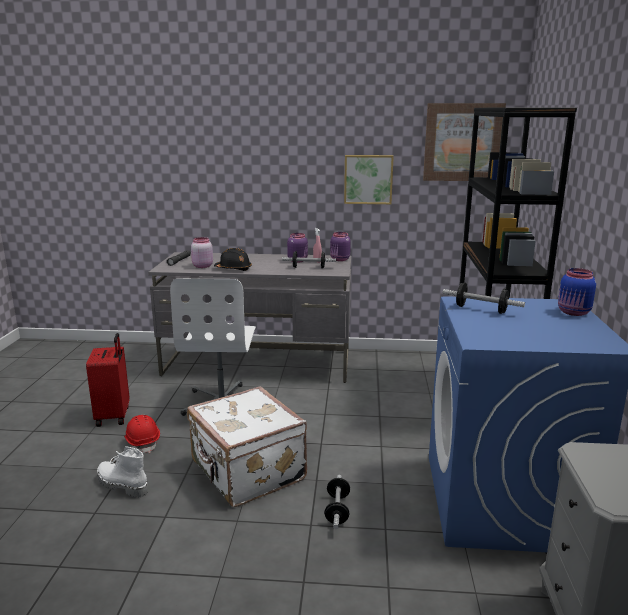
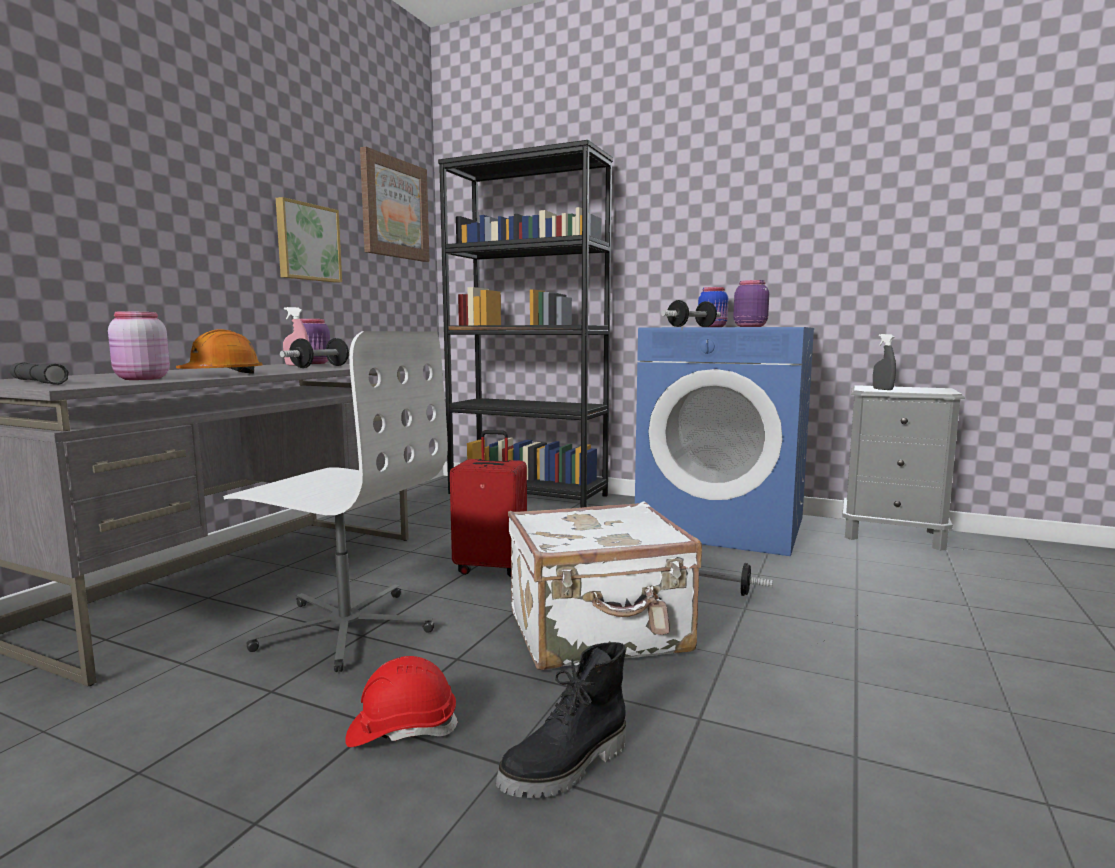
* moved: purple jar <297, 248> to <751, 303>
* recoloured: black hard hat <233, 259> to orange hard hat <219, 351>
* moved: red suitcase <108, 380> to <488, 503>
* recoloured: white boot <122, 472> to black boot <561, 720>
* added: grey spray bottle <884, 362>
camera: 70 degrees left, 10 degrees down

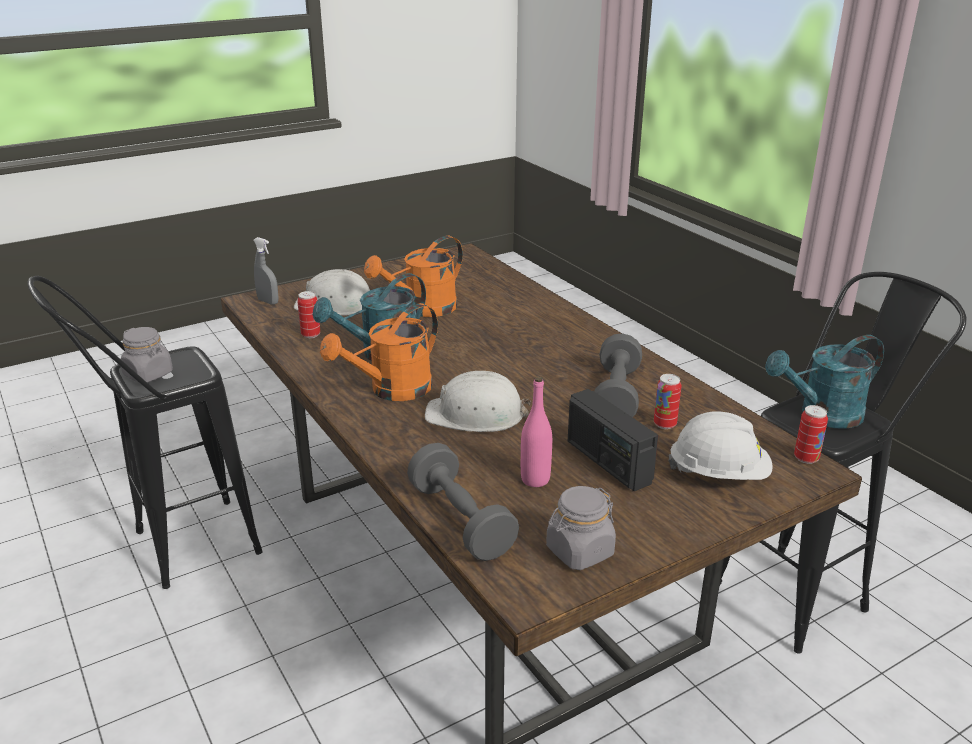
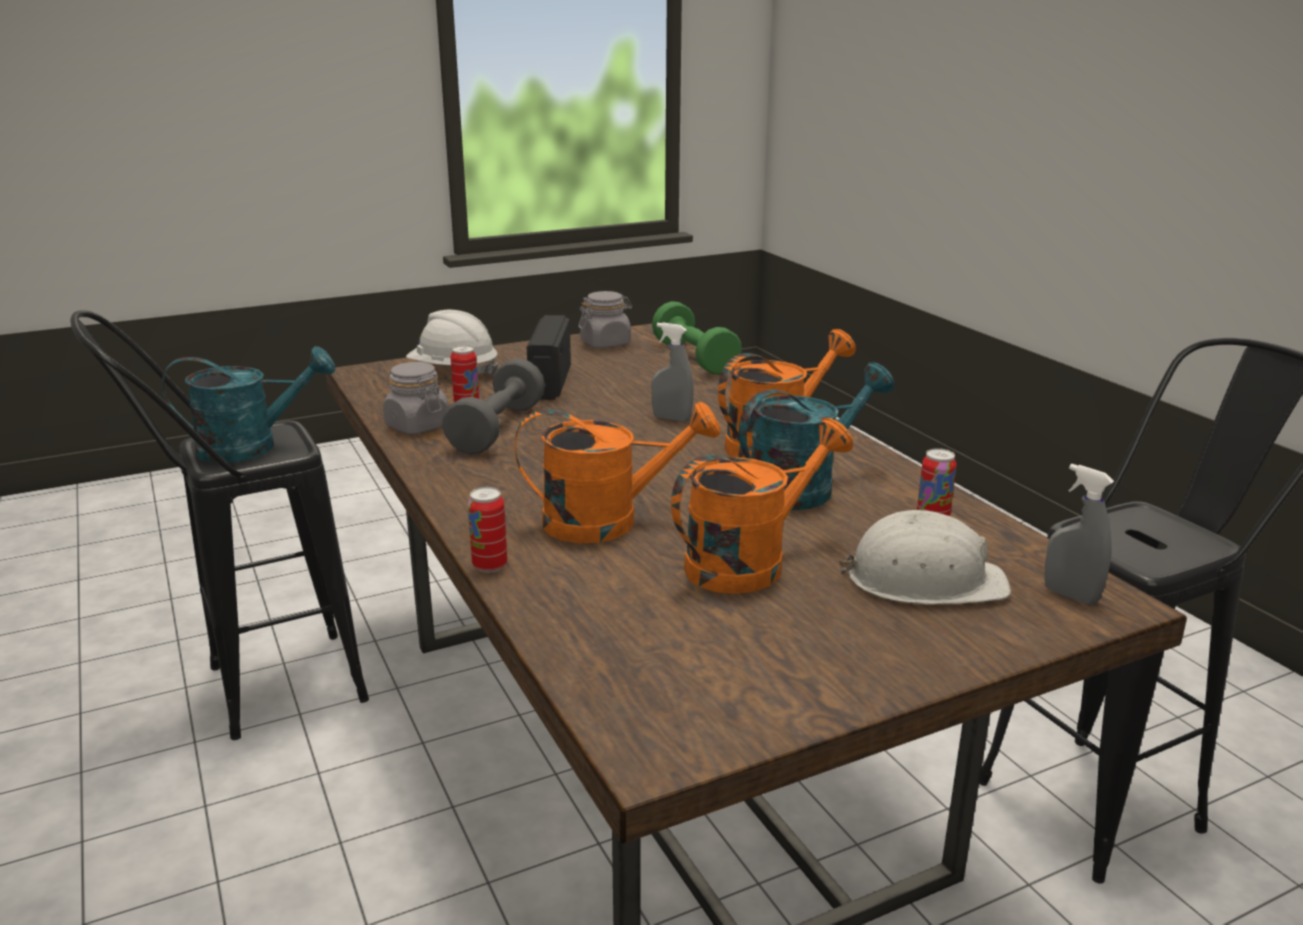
* moved: grey jar <147, 355> to <416, 398>
* replaced: white hard hat <478, 401> to grey spray bottle <672, 372>
* removed: pink bottle <536, 431>
* turned: radio <613, 440> = <549, 357> 150 degrees counterclockwise
* moved: can <811, 434> to <488, 530>
* recoloured: grey dumbbell <463, 502> to green dumbbell <697, 338>
* added: orange watering can <617, 472>
camera: 175 degrees left, 5 degrees down

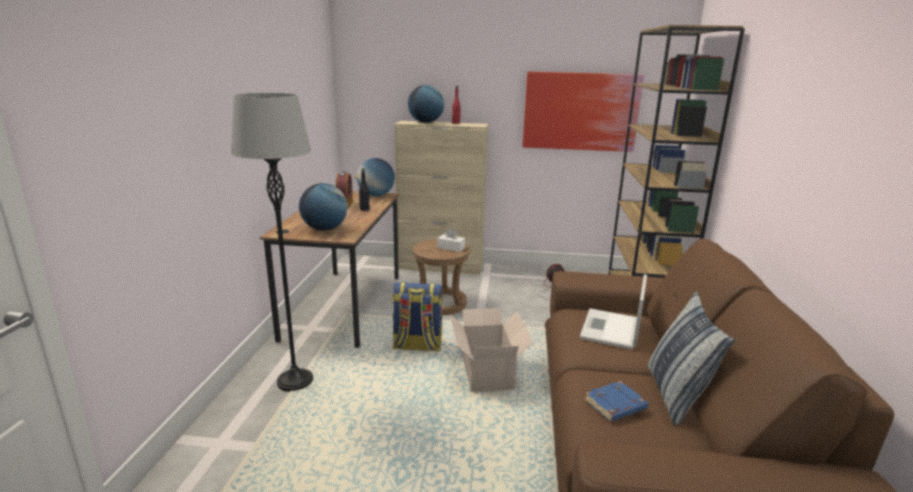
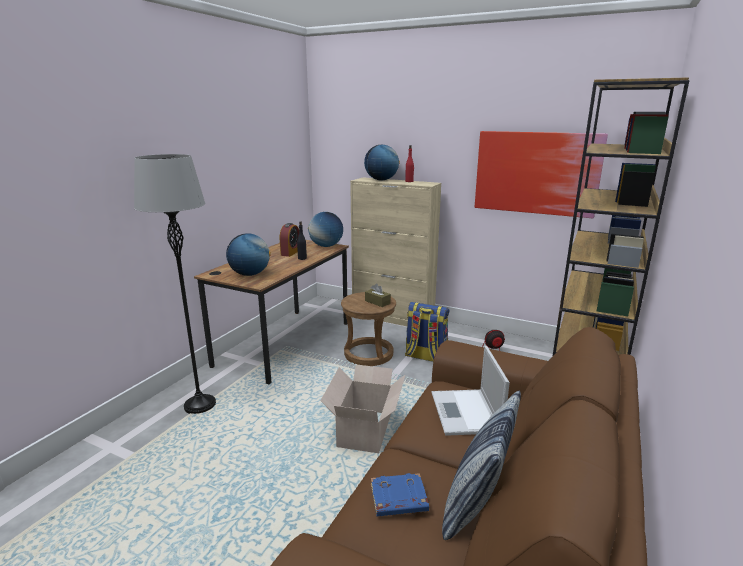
* recoloured: white tissue box <451, 240> to brown tissue box <378, 295>
* turned: laptop <613, 312> = <470, 391> 45 degrees counterclockwise
* moved: backpack <417, 317> to <427, 332>
camera: 20 degrees right, 0 degrees up

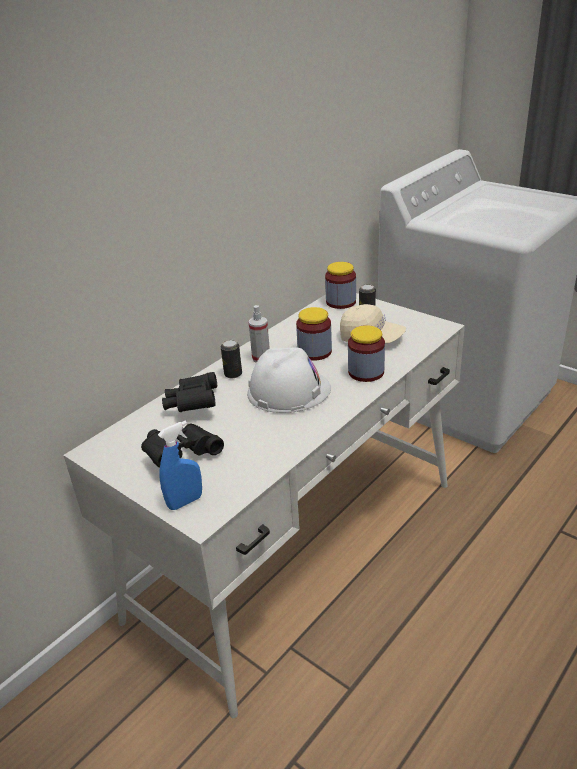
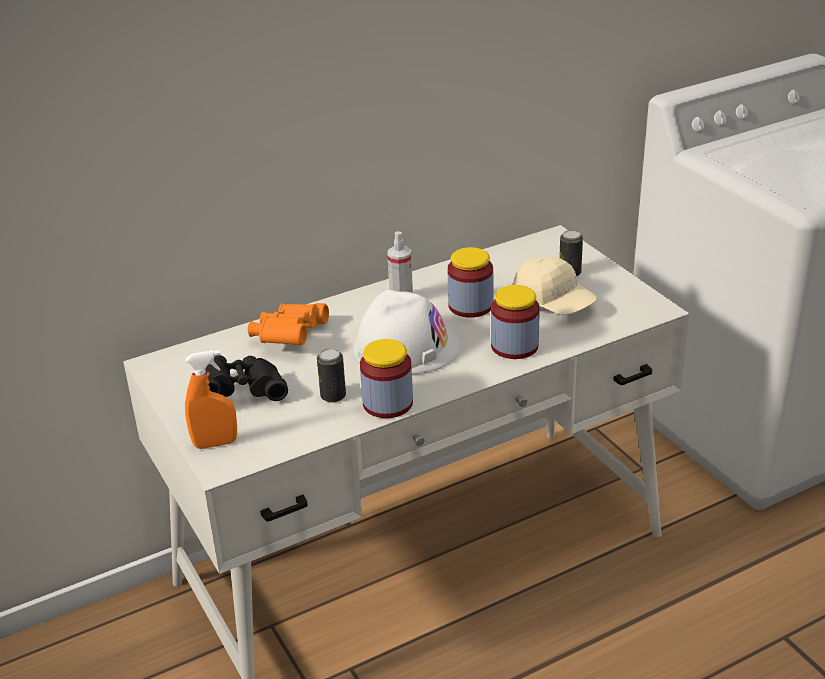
* moved: jar <340, 285> to <386, 378>
* moved: can <231, 359> to <331, 375>
* recoloured: black binoculars <189, 392> to orange binoculars <288, 324>
* recoloured: blue spray bottle <180, 465> to orange spray bottle <211, 399>
camera: 20 degrees right, 0 degrees up

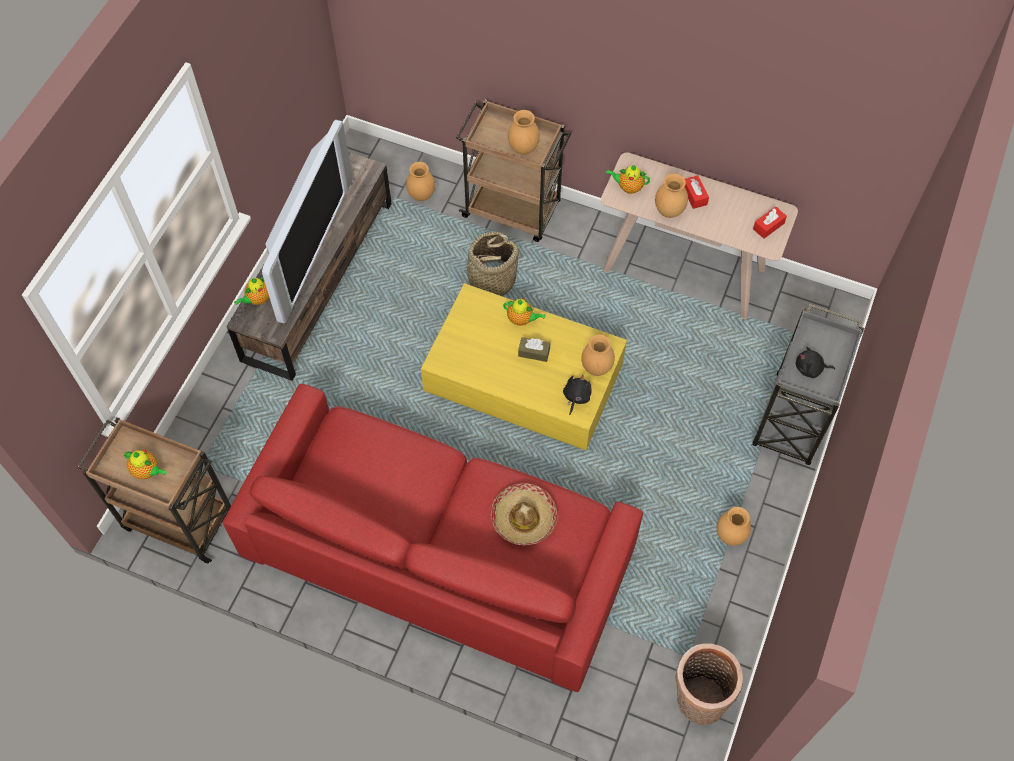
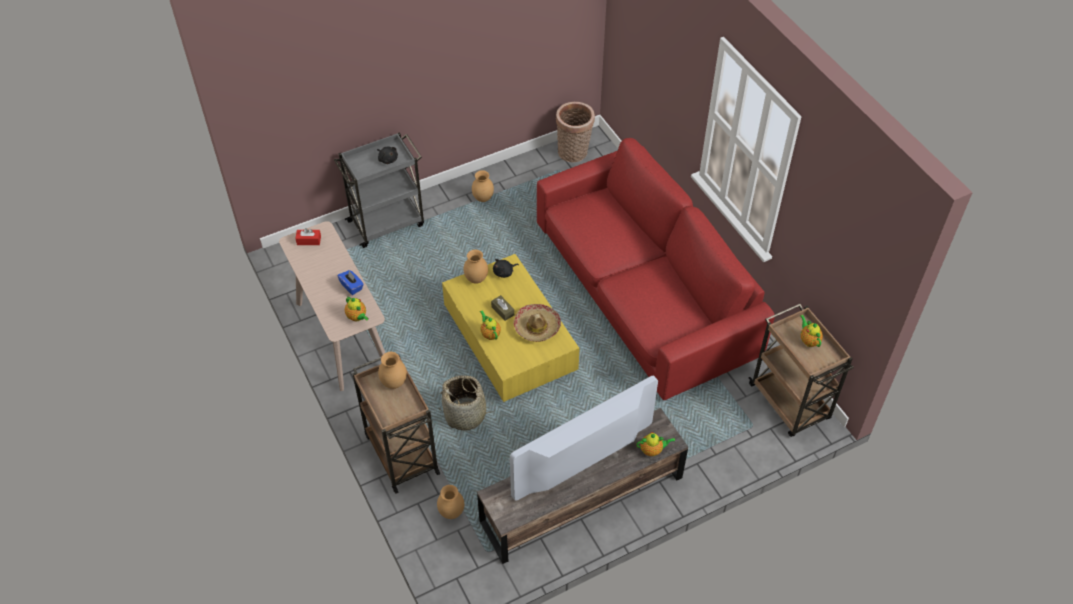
* replaced: brown vase <671, 196> to blue tissue box <351, 282>
* removed: red tissue box <697, 192>
* moved: hat <524, 514> to <537, 323>
camera: 140 degrees left, 10 degrees down

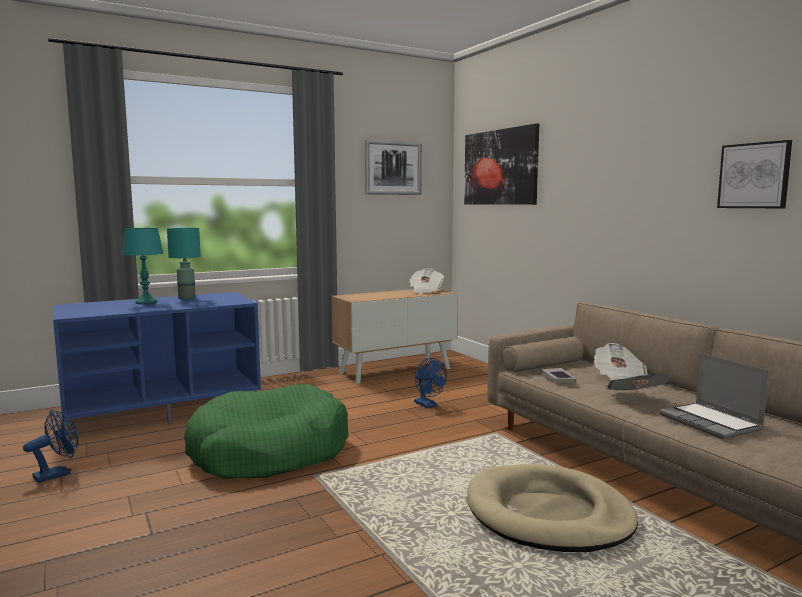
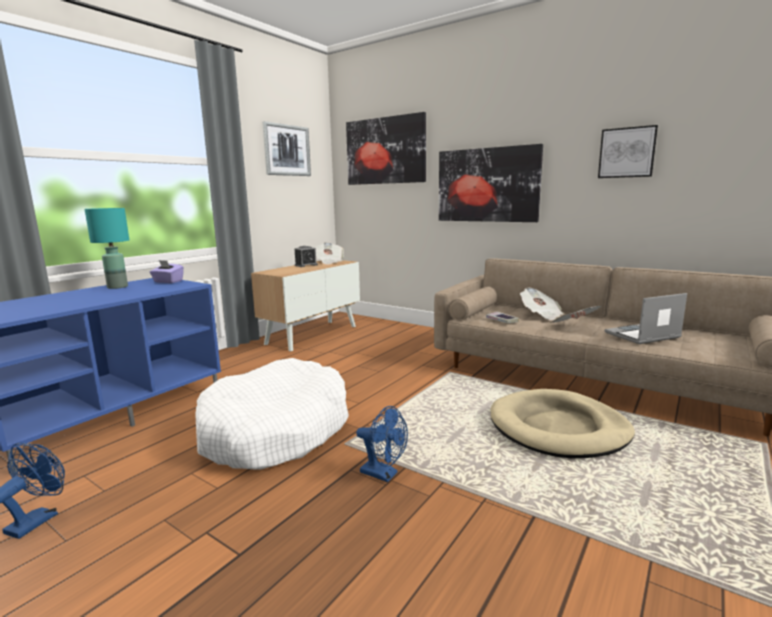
* removed: turquoise table lamp <142, 266>
* turned: laptop <714, 396> = <646, 318> 120 degrees clockwise
* moved: blue fan <430, 383> to <382, 444>
* recoloured: green dog bed <266, 431> to white dog bed <272, 414>
* added: picture <491, 183>
* added: alarm clock <306, 256>
* added: purple tissue box <167, 271>
camera: 25 degrees left, 5 degrees up

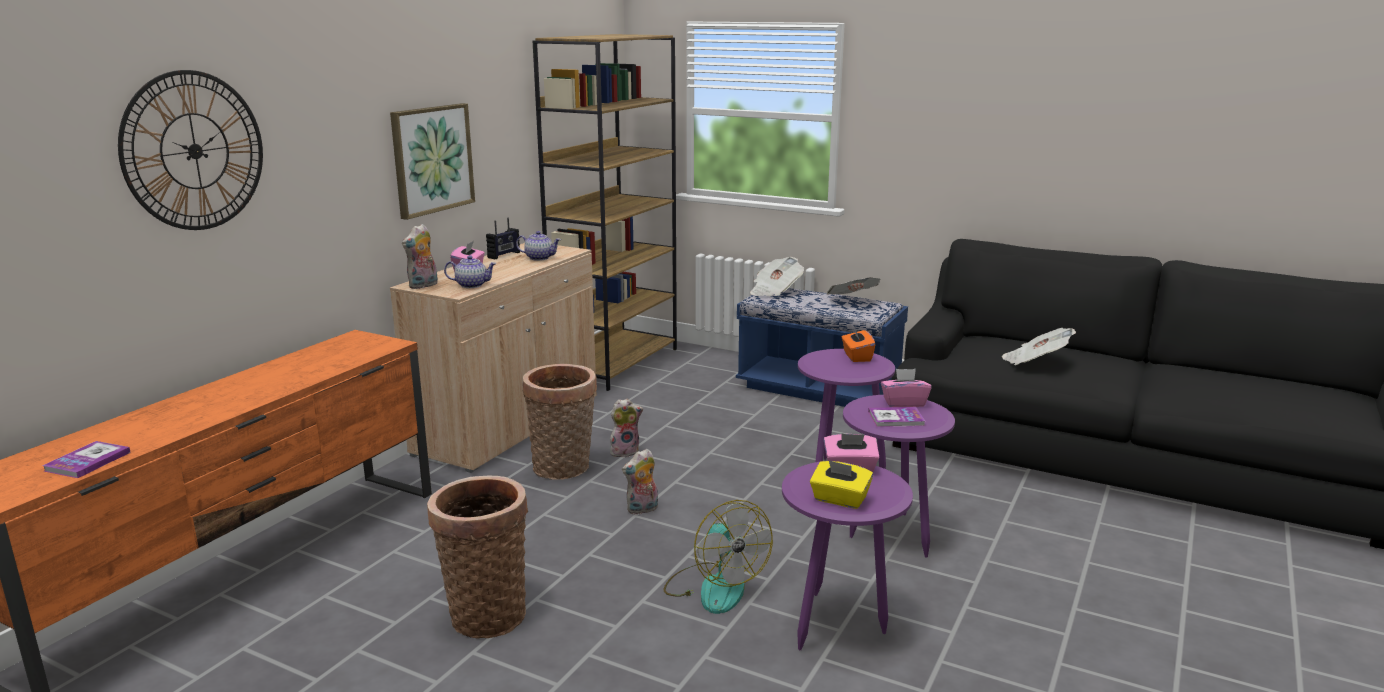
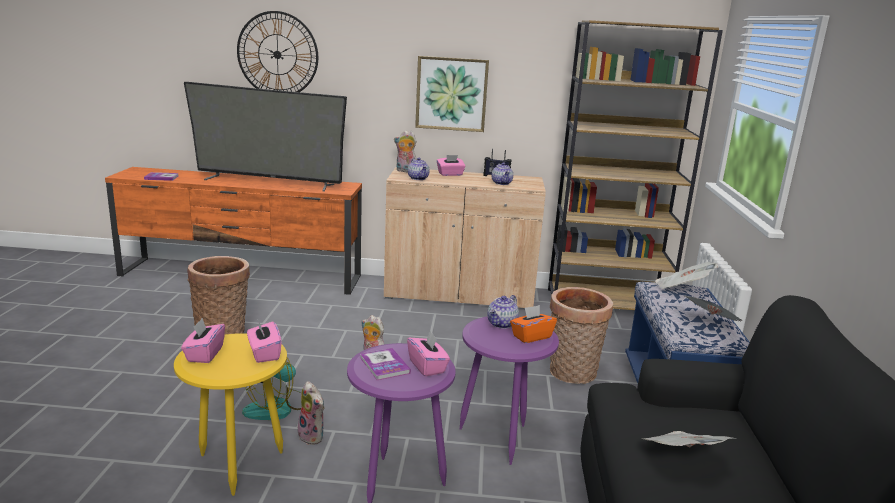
* moved: basket <560, 422> to <581, 335>
* moved: plush toy <626, 428> to <311, 413>
* recoloured: yellow tissue box <841, 484> to pink tissue box <203, 340>
* recoloured: purple side table <847, 556> to yellow side table <230, 414>
* added: television <265, 137>
* added: teapot <503, 312>
camera: 65 degrees right, 0 degrees up

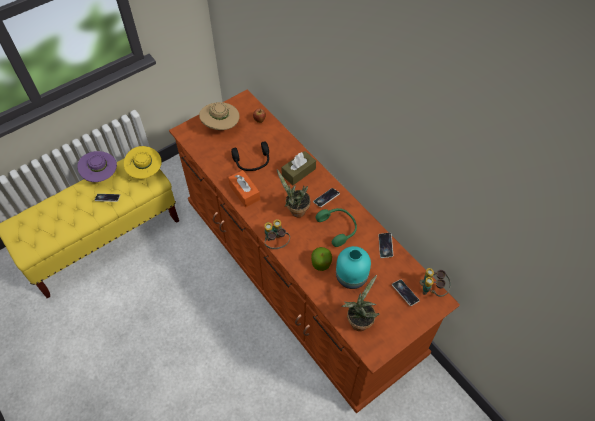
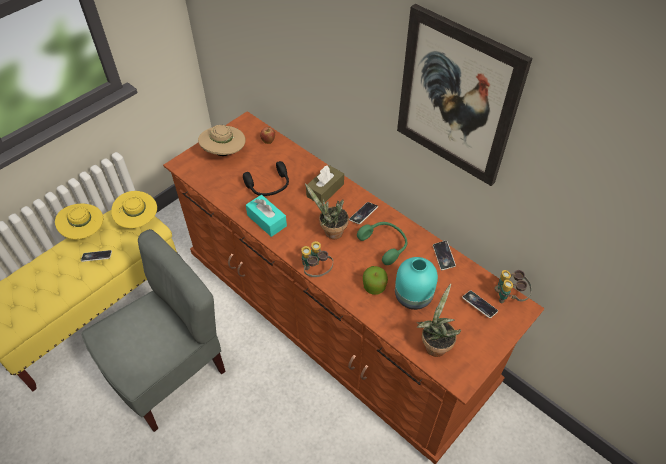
* recoloured: purple hat <97, 166> to yellow hat <79, 222>
* recoloured: orange tissue box <244, 188> to turquoise tissue box <266, 216>
* added: picture <465, 95>
* added: grey chair <153, 330>
camera: 10 degrees left, 5 degrees down

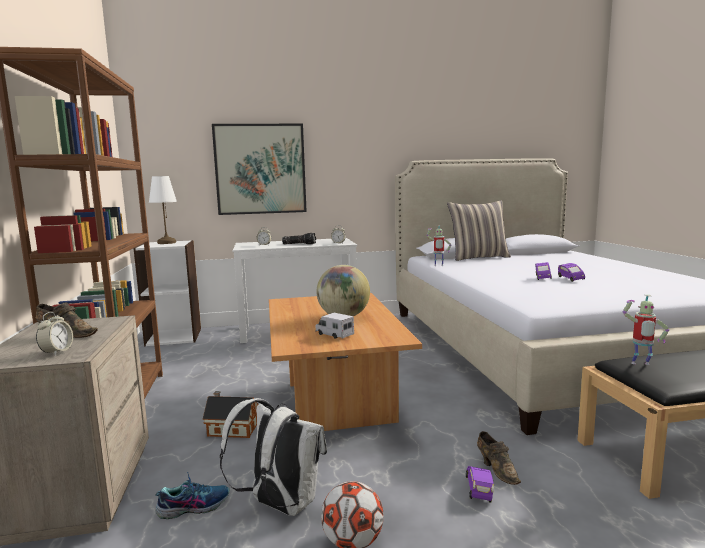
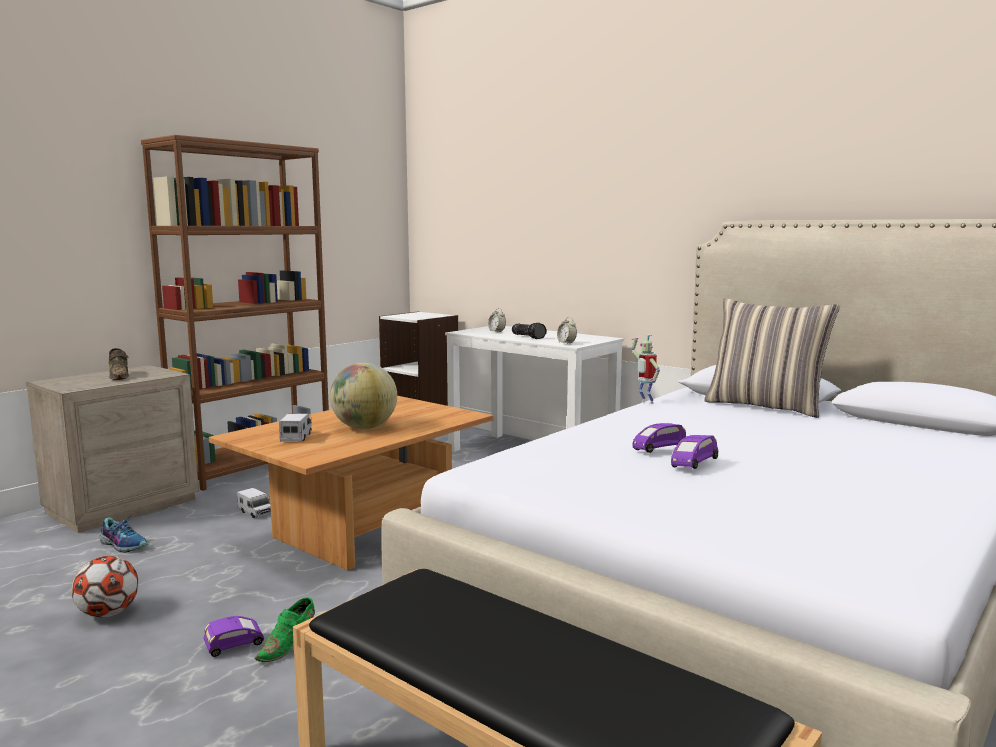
* removed: picture <259, 169>
* removed: white table lamp <163, 210>
* removed: toy robot <646, 330>
* removed: alarm clock <54, 333>
* replaced: toy house <231, 414> to toy truck <254, 503>
* removed: white backpack <273, 457>
* recoloured: brown shoe <499, 458> to green shoe <285, 629>
camera: 50 degrees right, 0 degrees up

